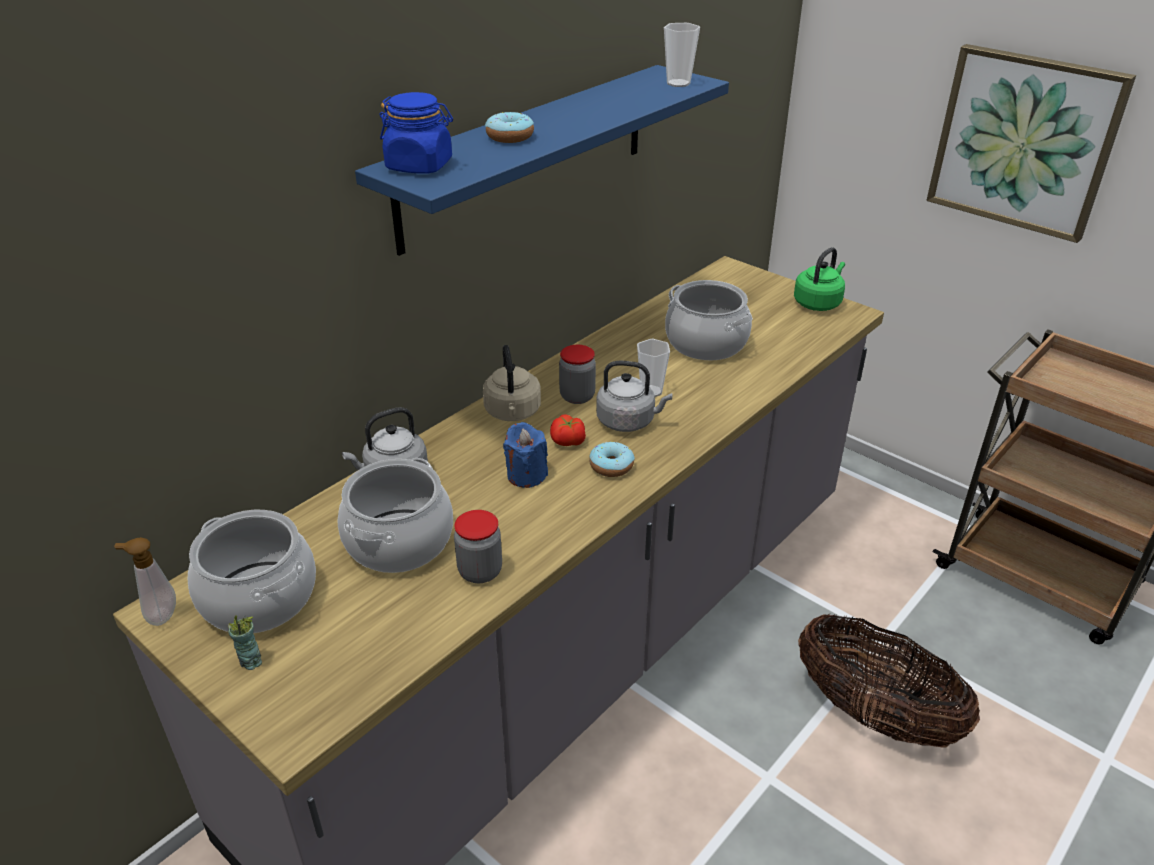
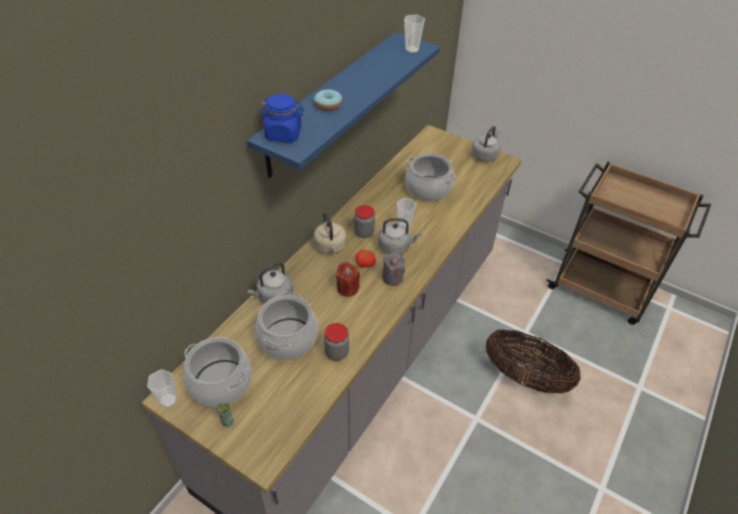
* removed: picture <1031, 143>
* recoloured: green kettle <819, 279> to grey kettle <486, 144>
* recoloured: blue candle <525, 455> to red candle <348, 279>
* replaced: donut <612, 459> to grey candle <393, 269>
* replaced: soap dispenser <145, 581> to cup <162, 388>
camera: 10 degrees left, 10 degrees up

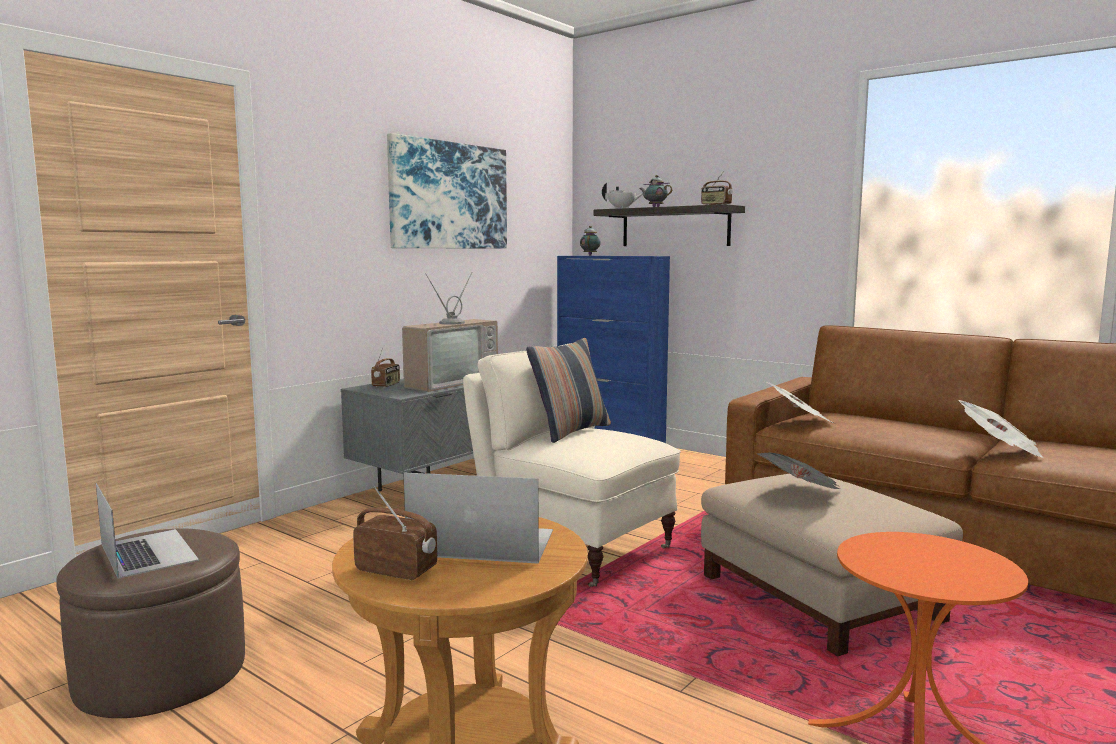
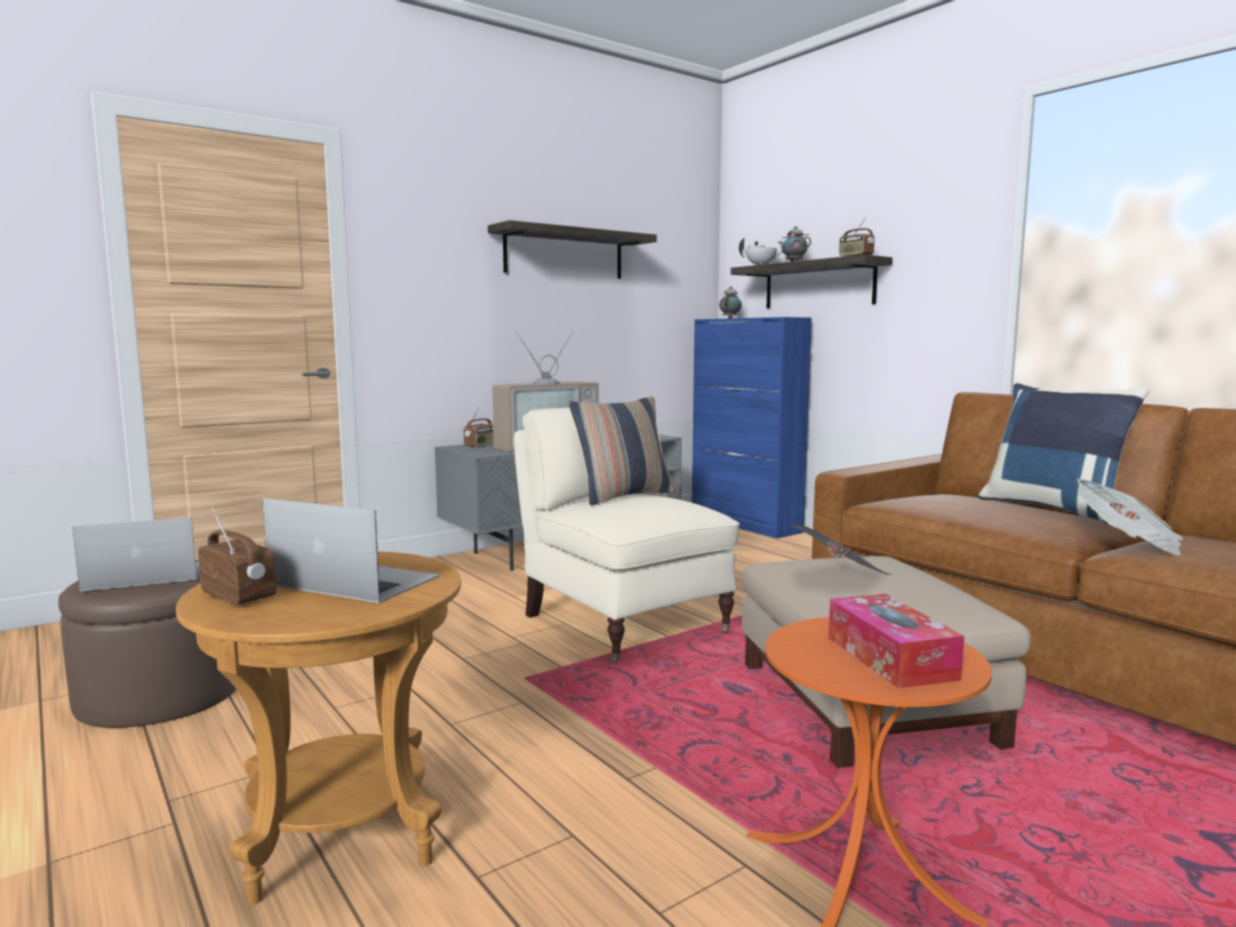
* replaced: picture <447, 190> to shelf <572, 249>
* removed: newspaper <799, 402>
* turned: laptop <147, 531> = <135, 554> 90 degrees counterclockwise
* added: blue pillow <1063, 454>
* added: tissue box <896, 641>
camera: 15 degrees right, 0 degrees up

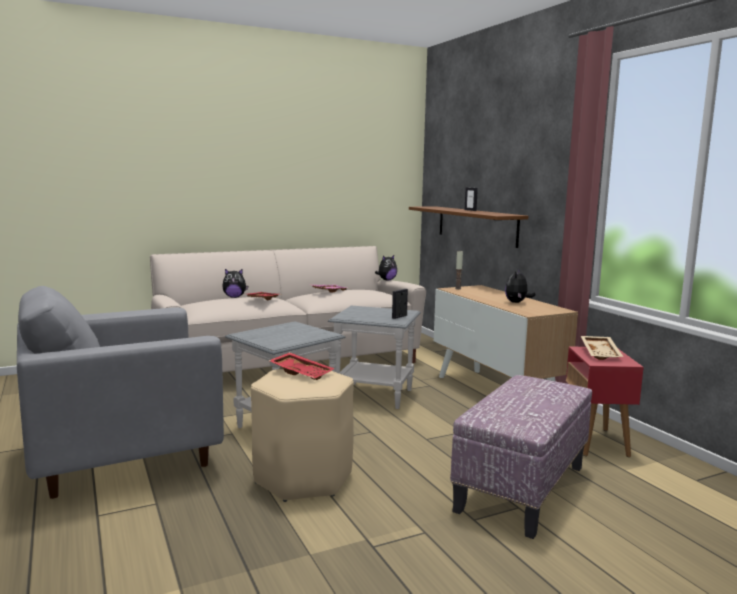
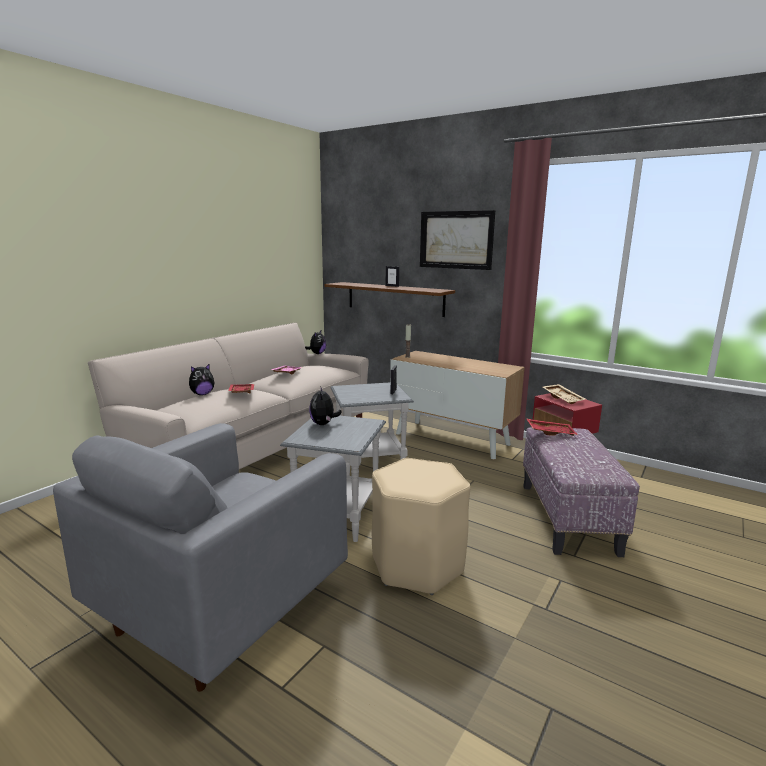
* moved: plush toy <520, 286> to <325, 405>
* moved: red tray <302, 366> to <552, 427>
* added: picture <457, 240>
camera: 30 degrees left, 5 degrees up

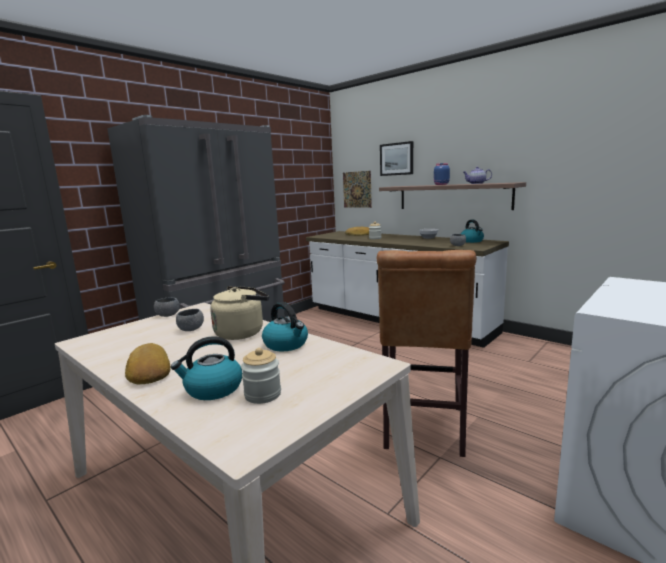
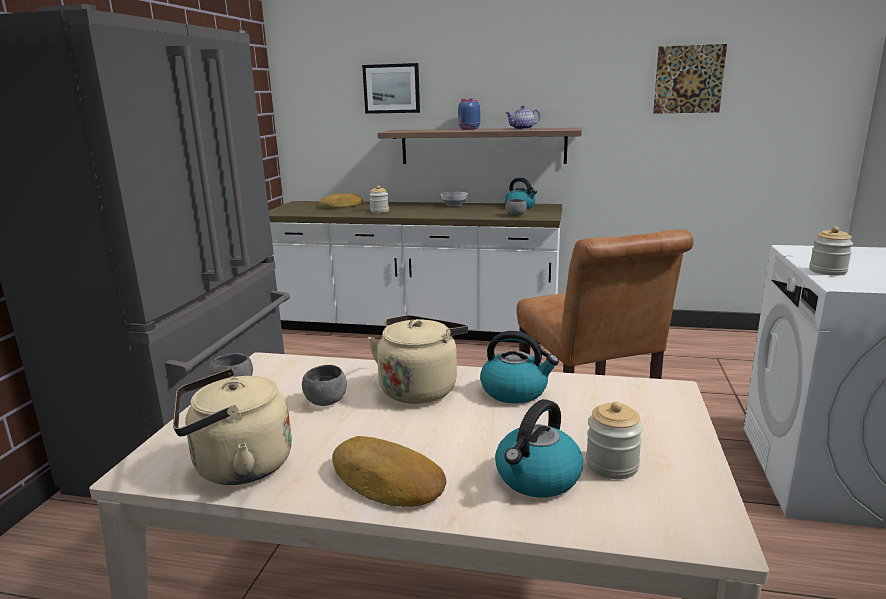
* moved: picture <357, 189> to <690, 79>
* added: jar <831, 251>
* added: beige kettle <232, 427>
camera: 30 degrees left, 5 degrees up

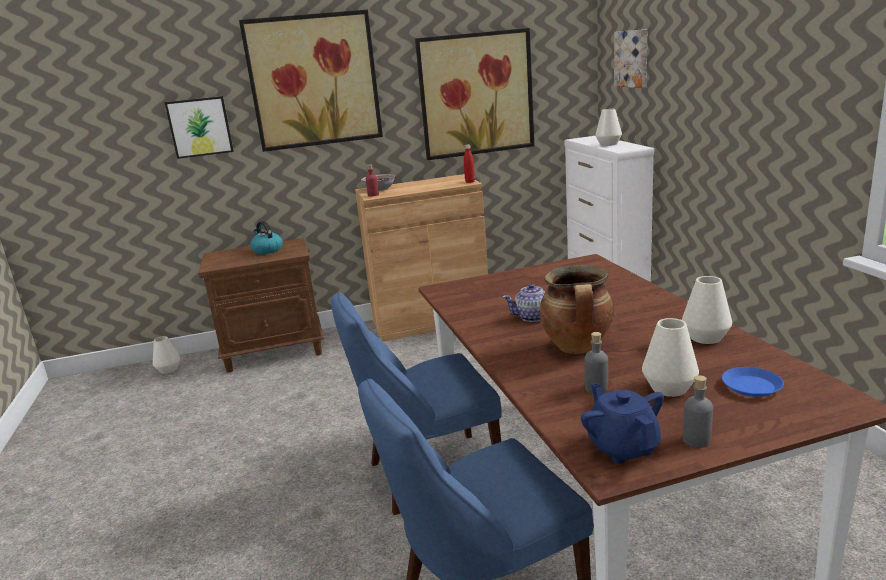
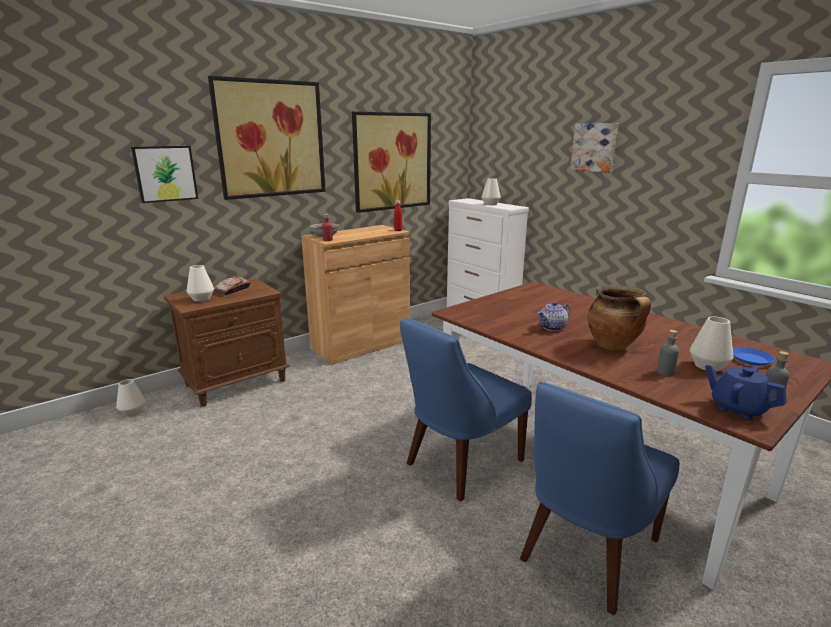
* moved: picture <630, 58> to <594, 148>
* replaced: kettle <266, 237> to bread <232, 285>
* moved: white vase <707, 310> to <200, 283>
camera: 25 degrees left, 0 degrees up

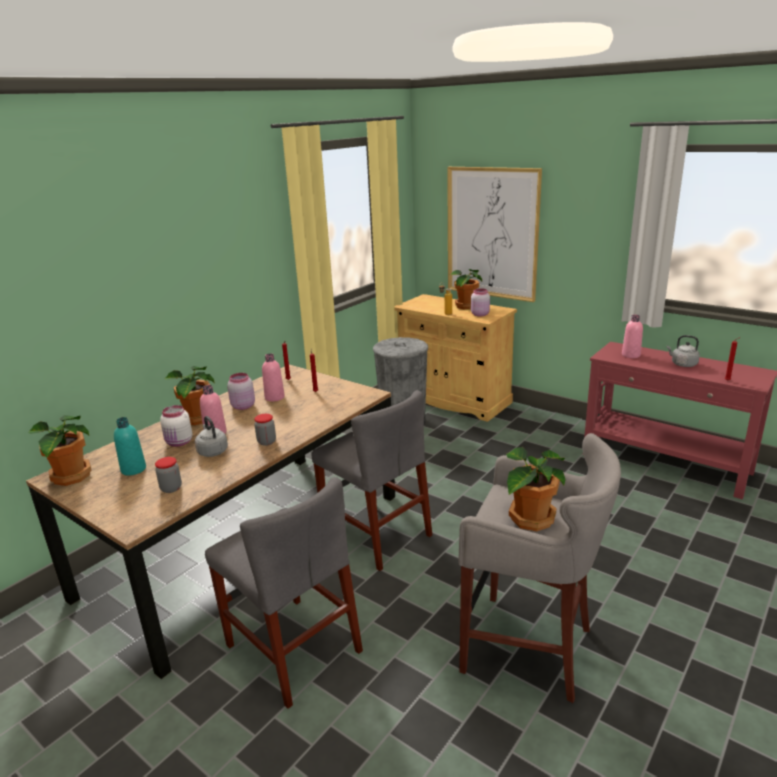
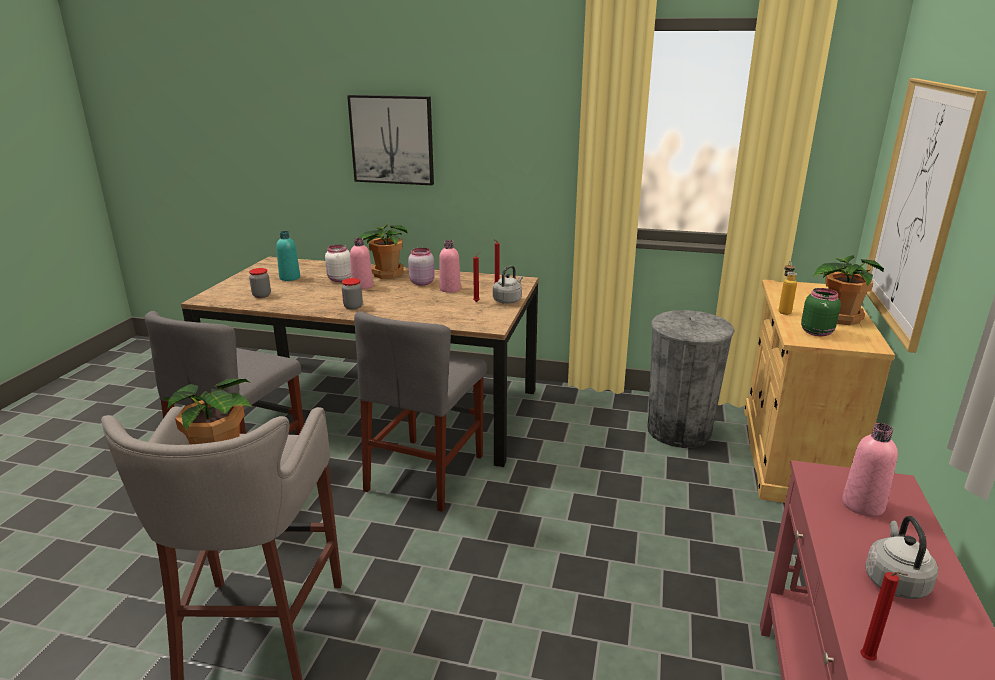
* recoloured: pink jar <480, 302> to green jar <821, 312>
* removed: potted plant <60, 450>
* moved: grey kettle <211, 436> to <508, 284>
* added: picture <390, 140>
camera: 65 degrees right, 0 degrees up

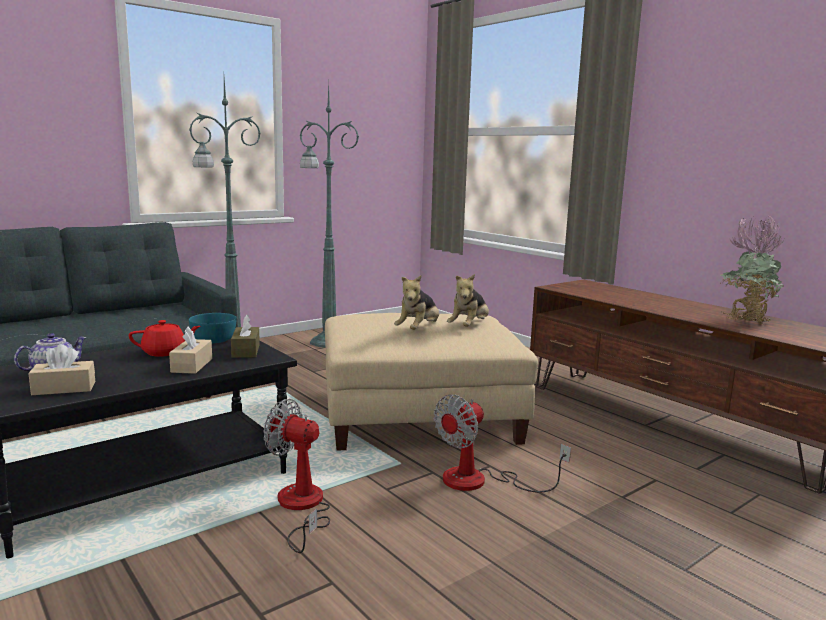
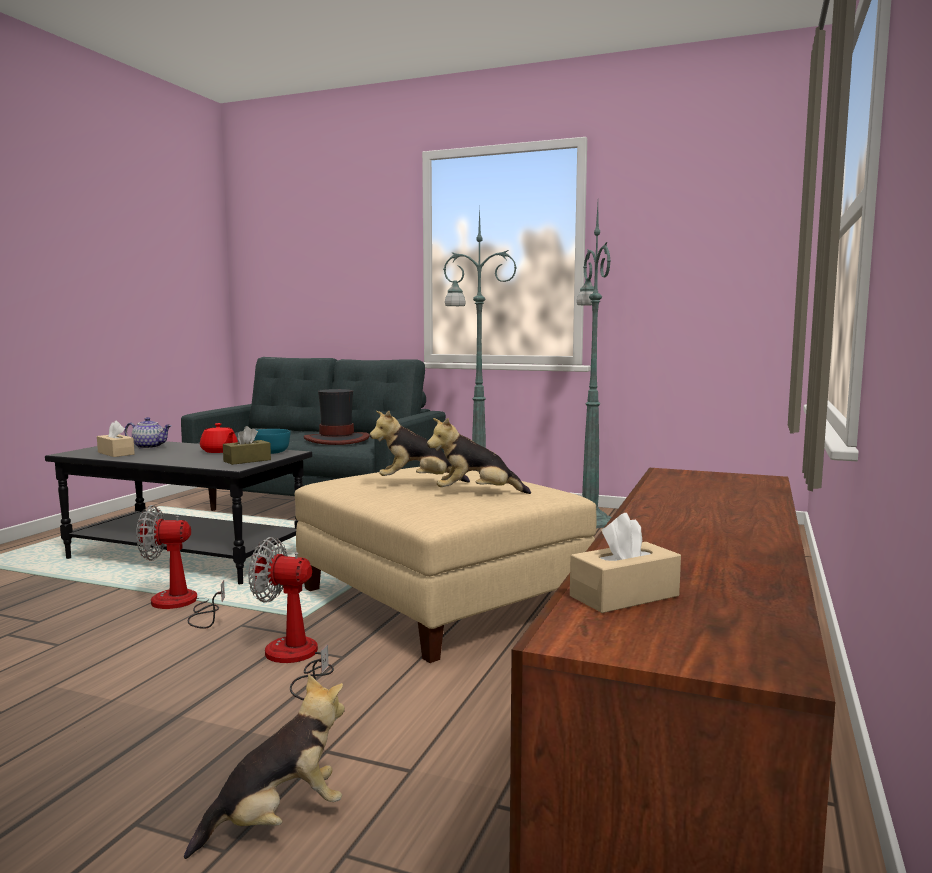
* removed: potted plant <752, 270>
* moved: beige tissue box <190, 350> to <625, 563>
* turned: fan <296, 476> = <180, 567> 90 degrees counterclockwise
* added: hat <337, 417>
* added: plush toy <264, 766>
camera: 60 degrees right, 5 degrees down

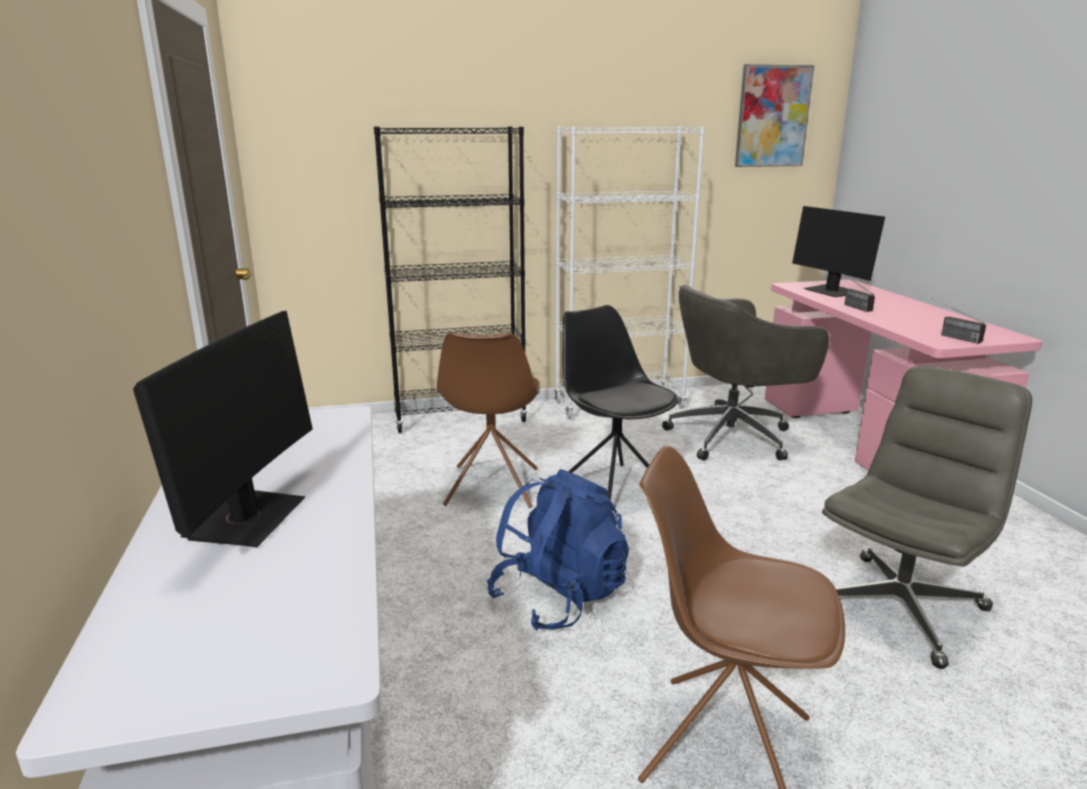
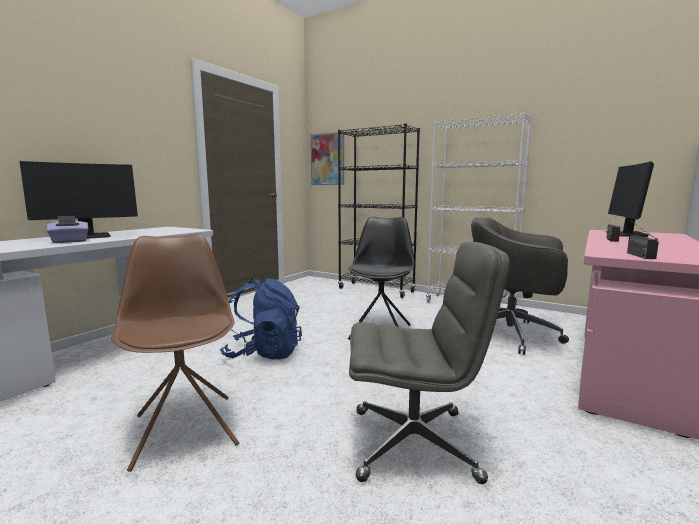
* moved: picture <774, 115> to <327, 158>
* removed: brown chair <488, 420>
* added: purple tissue box <67, 229>
camera: 45 degrees right, 10 degrees down

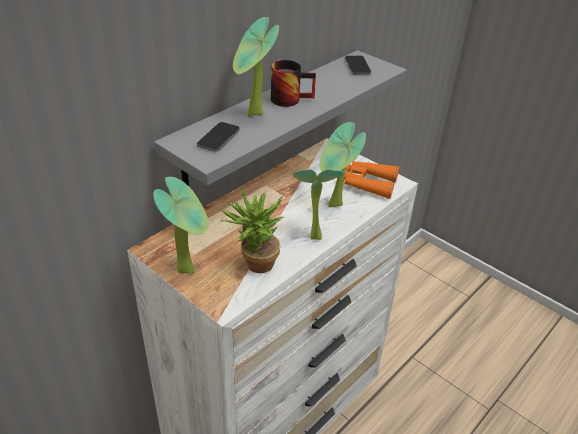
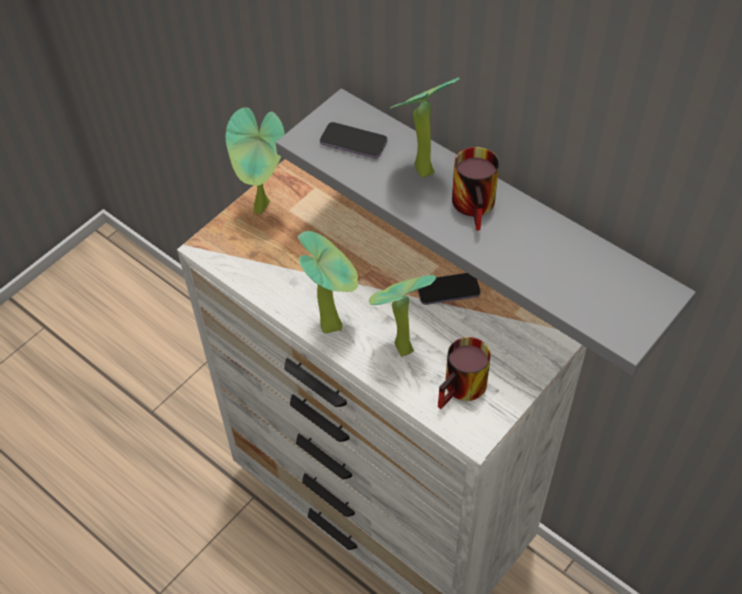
* moved: phone <358, 65> to <449, 289>
* replaced: orange binoculars <372, 180> to mug <464, 373>
* removed: potted plant <252, 230>
camera: 90 degrees right, 15 degrees up

